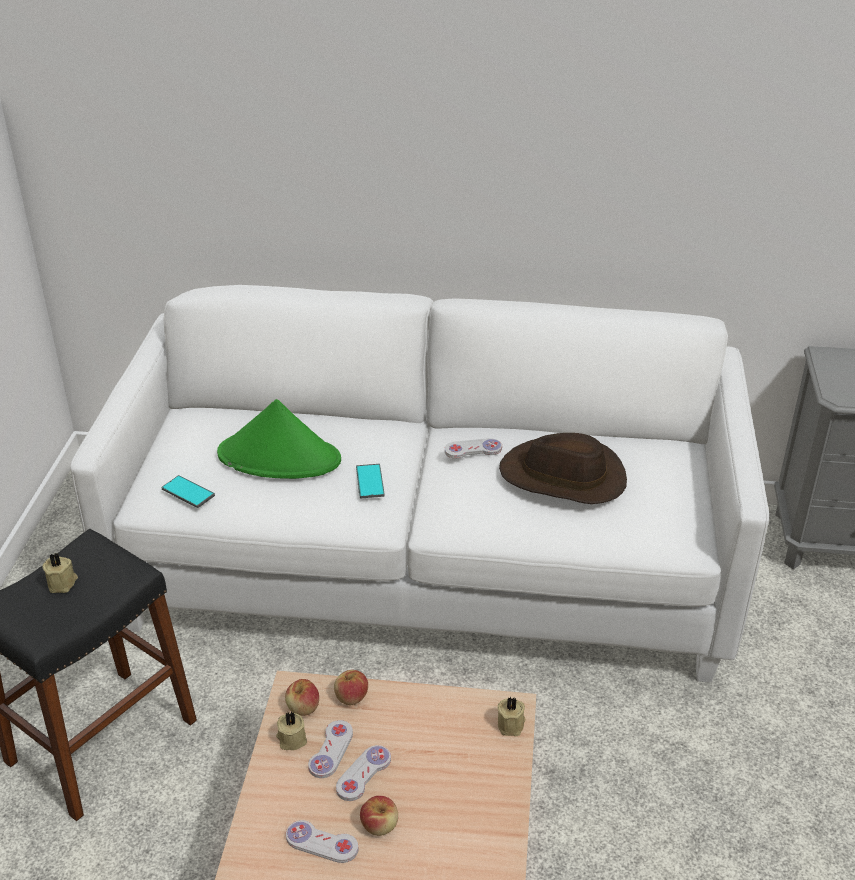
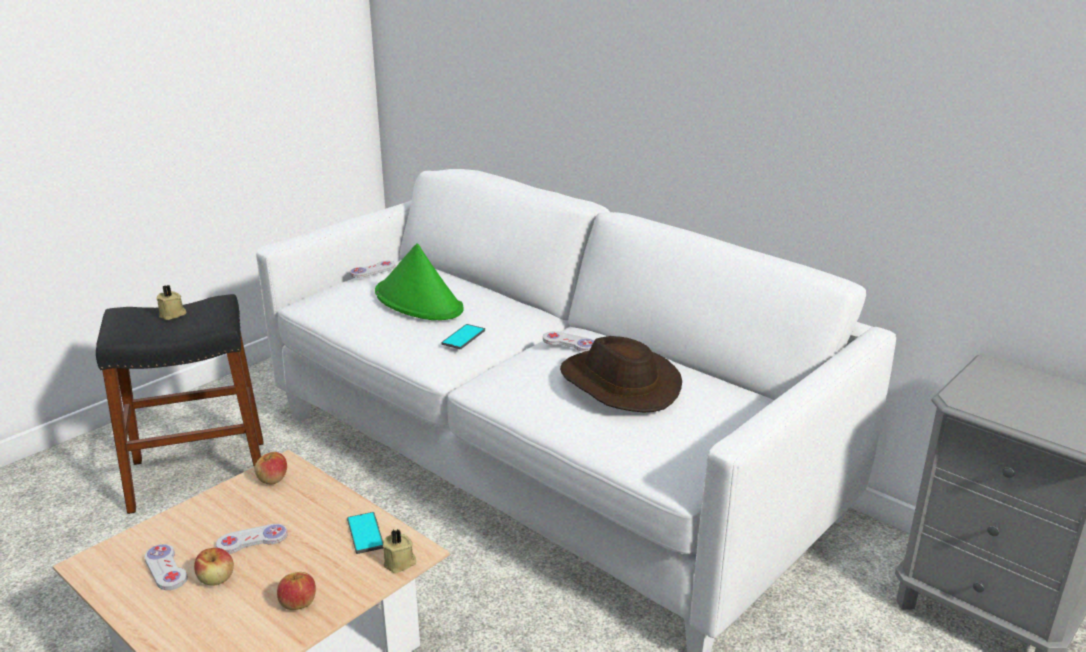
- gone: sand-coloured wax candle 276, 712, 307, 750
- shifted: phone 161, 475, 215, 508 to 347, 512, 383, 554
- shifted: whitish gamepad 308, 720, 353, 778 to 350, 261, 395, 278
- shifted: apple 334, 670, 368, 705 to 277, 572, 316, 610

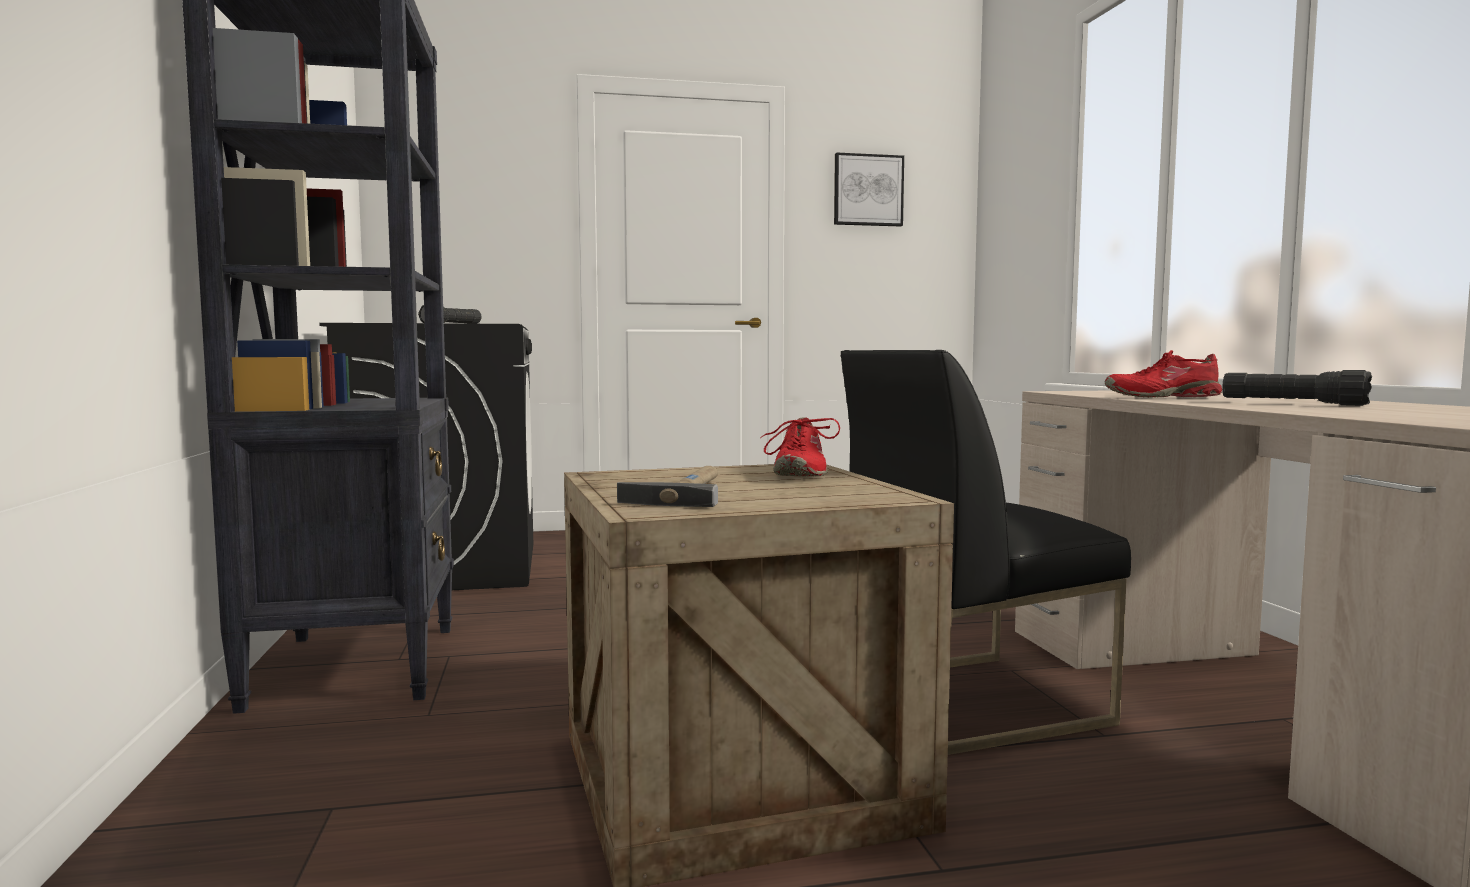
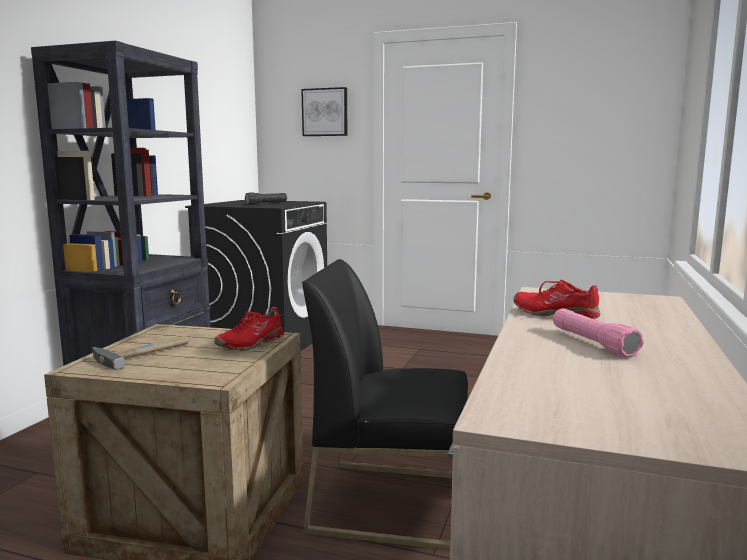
- shifted: picture 834, 153, 904, 226 to 301, 87, 348, 136
- repainted: blackish torch 1222, 370, 1372, 406 to pink-coloured torch 553, 308, 644, 357

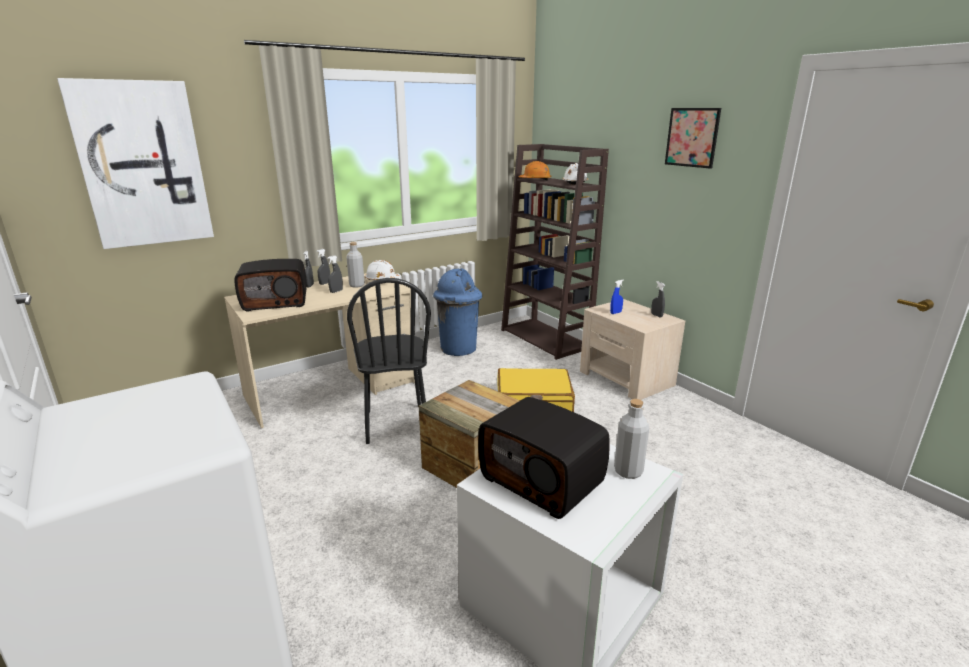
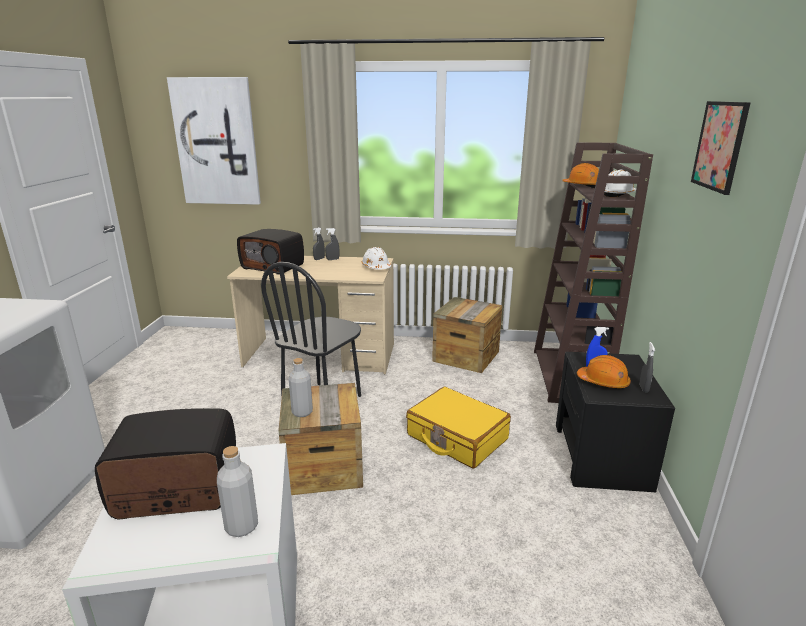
- gone: grey hand sprayer 327, 255, 343, 293
- new: orange-coloured work helmet 577, 355, 631, 389
- shifted: grey bottle 346, 242, 365, 288 to 289, 358, 313, 417
- swapped: blue-coloured trash can 433, 268, 482, 356 to shipping crate 432, 297, 503, 373
- repainted: sand-coloured bedside table 580, 299, 685, 400 to blackish bedside table 556, 352, 675, 492
- rotated: radio receiver 478, 397, 610, 519 = 95, 408, 236, 520 90 degrees clockwise

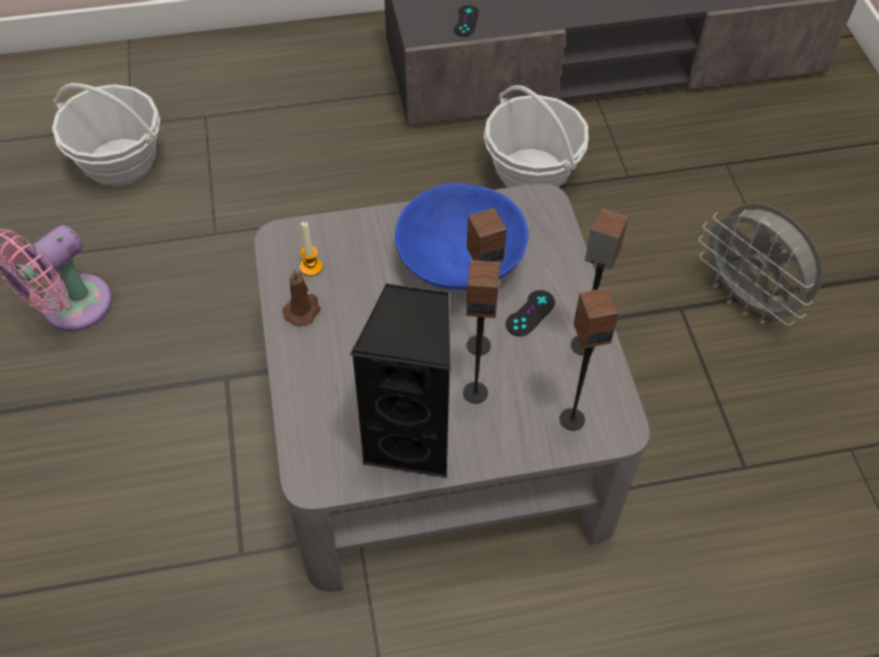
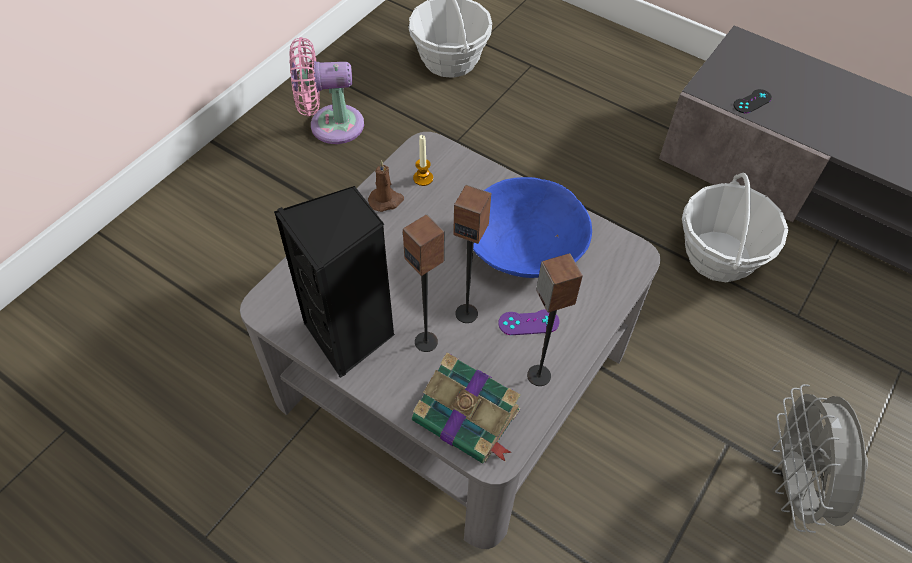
- swapped: loudspeaker 560, 288, 619, 431 to book 412, 352, 521, 463
- repainted: blackish gamepad 506, 290, 555, 336 to purplish gamepad 498, 309, 559, 335

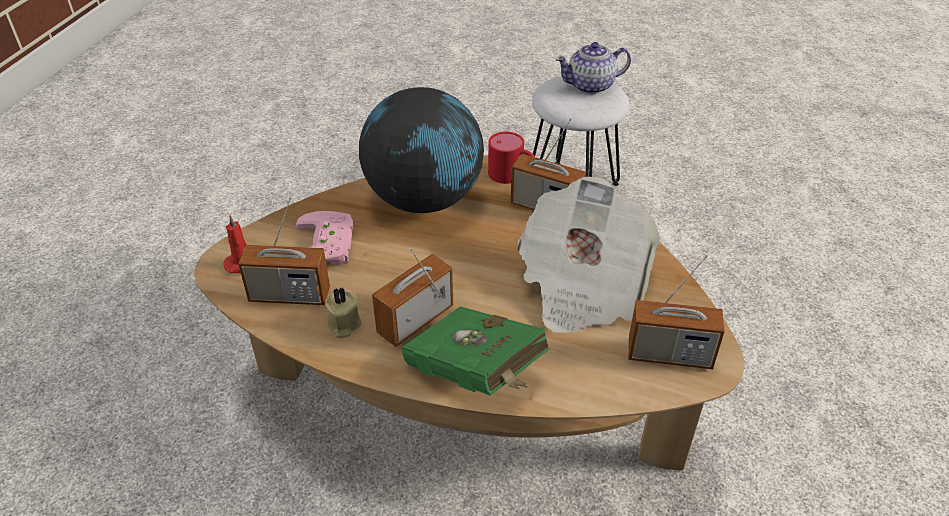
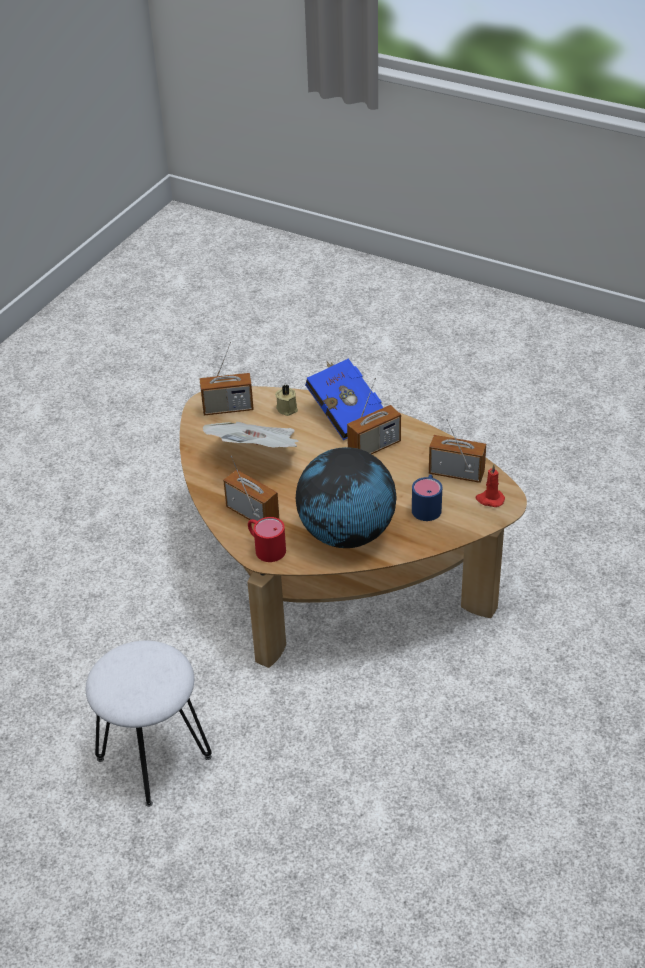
- gone: pot for tea 555, 42, 631, 94
- shifted: sand-coloured wax candle 325, 287, 362, 338 to 275, 385, 298, 416
- swapped: pink-coloured gamepad 296, 211, 353, 265 to blue-coloured tea mug 412, 474, 442, 521
- repainted: green book 402, 306, 550, 396 to blue-coloured book 305, 358, 383, 440
- rotated: radio receiver 628, 254, 725, 369 = 199, 342, 254, 416 150 degrees clockwise

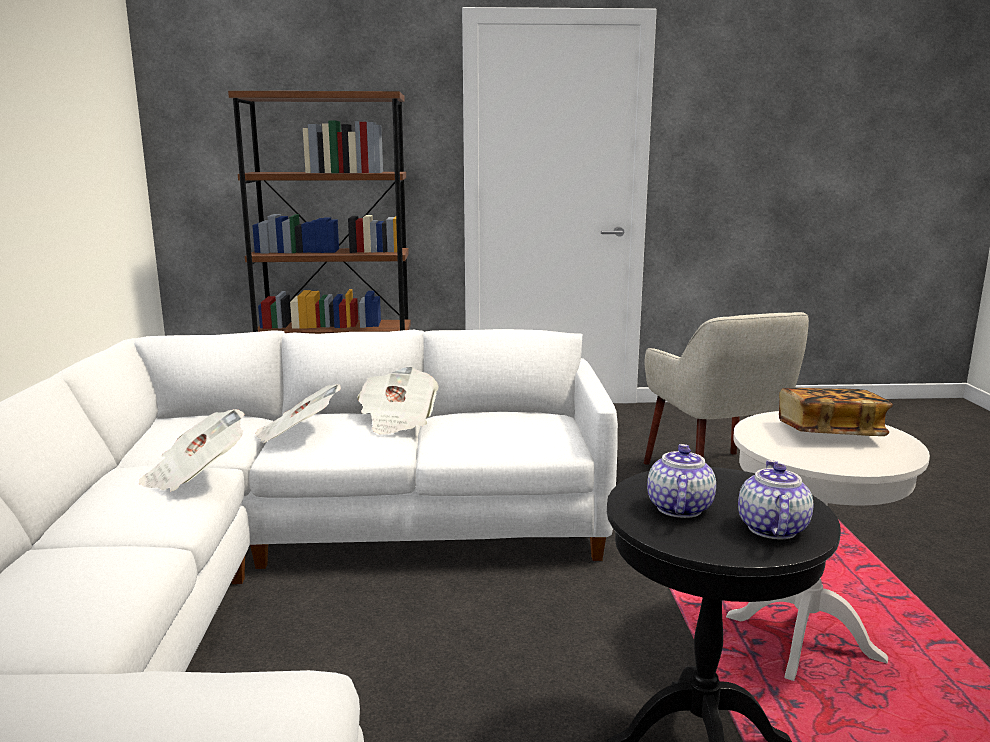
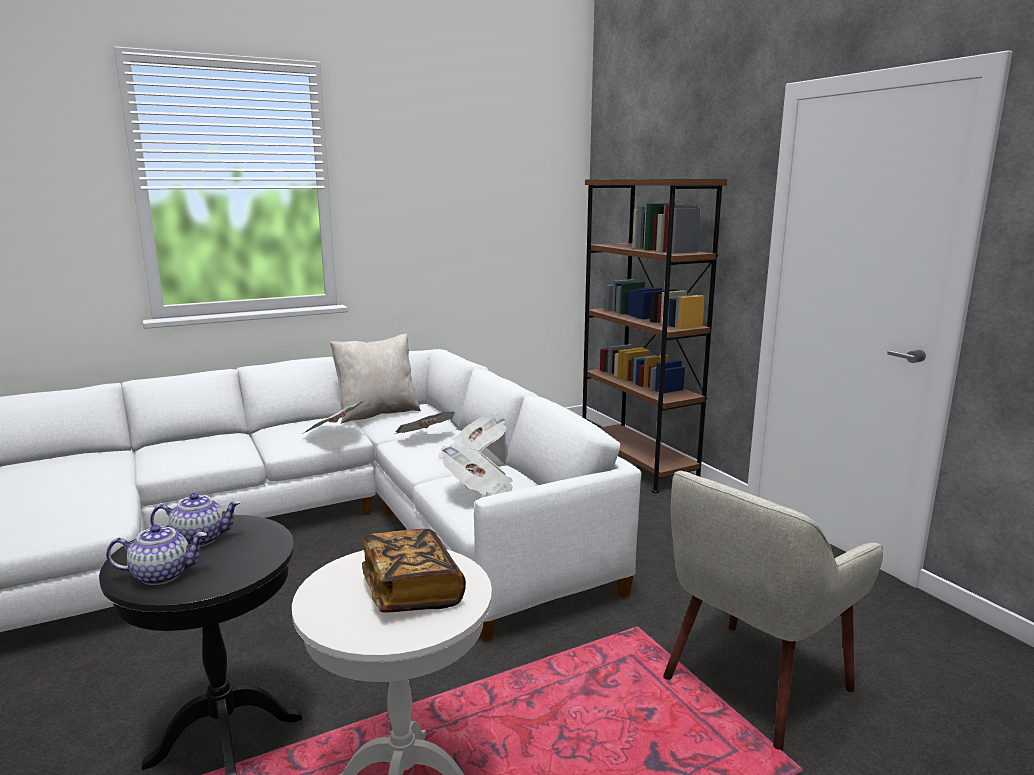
- new: sand-coloured pillow 330, 334, 421, 424
- new: printed paper 441, 446, 513, 495

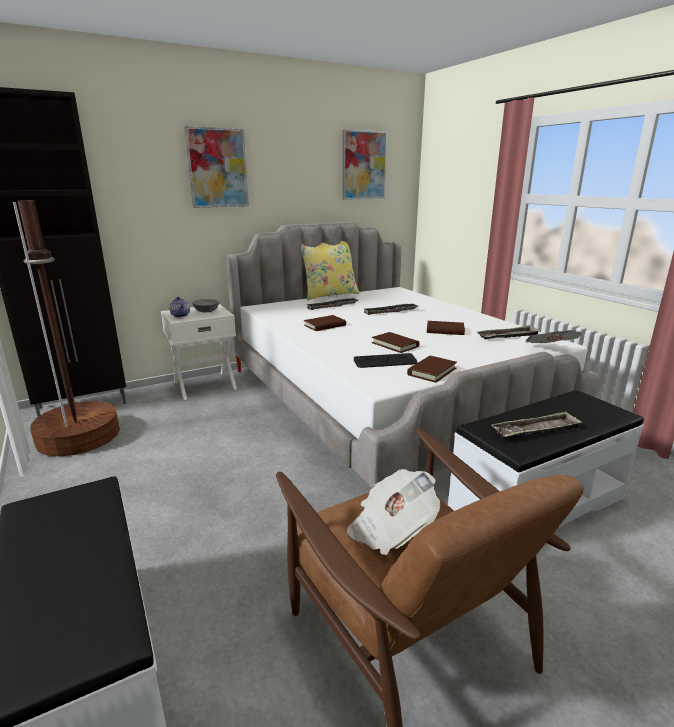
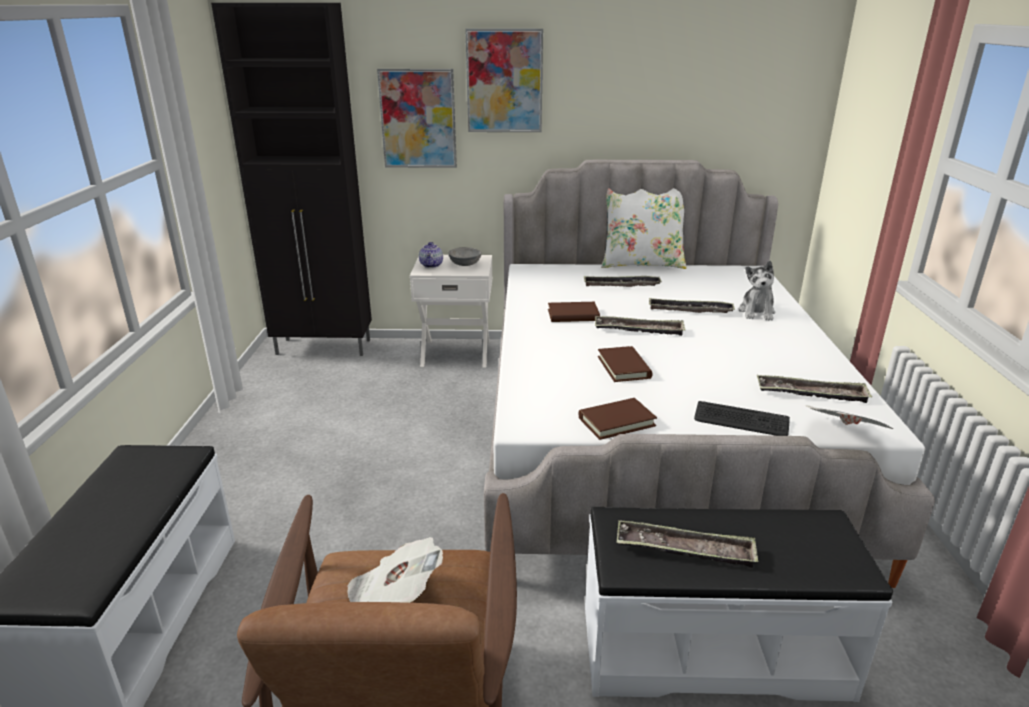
- gone: brown standard lamp 13, 200, 120, 457
- gone: brown book 427, 321, 465, 335
- new: tray 595, 316, 685, 336
- new: plush toy 739, 261, 776, 321
- shifted: picture 342, 129, 387, 200 to 377, 69, 457, 168
- shifted: PC keyboard 354, 353, 417, 368 to 694, 401, 790, 436
- repainted: yellow-coloured pillow 301, 241, 360, 300 to whitish pillow 601, 188, 687, 269

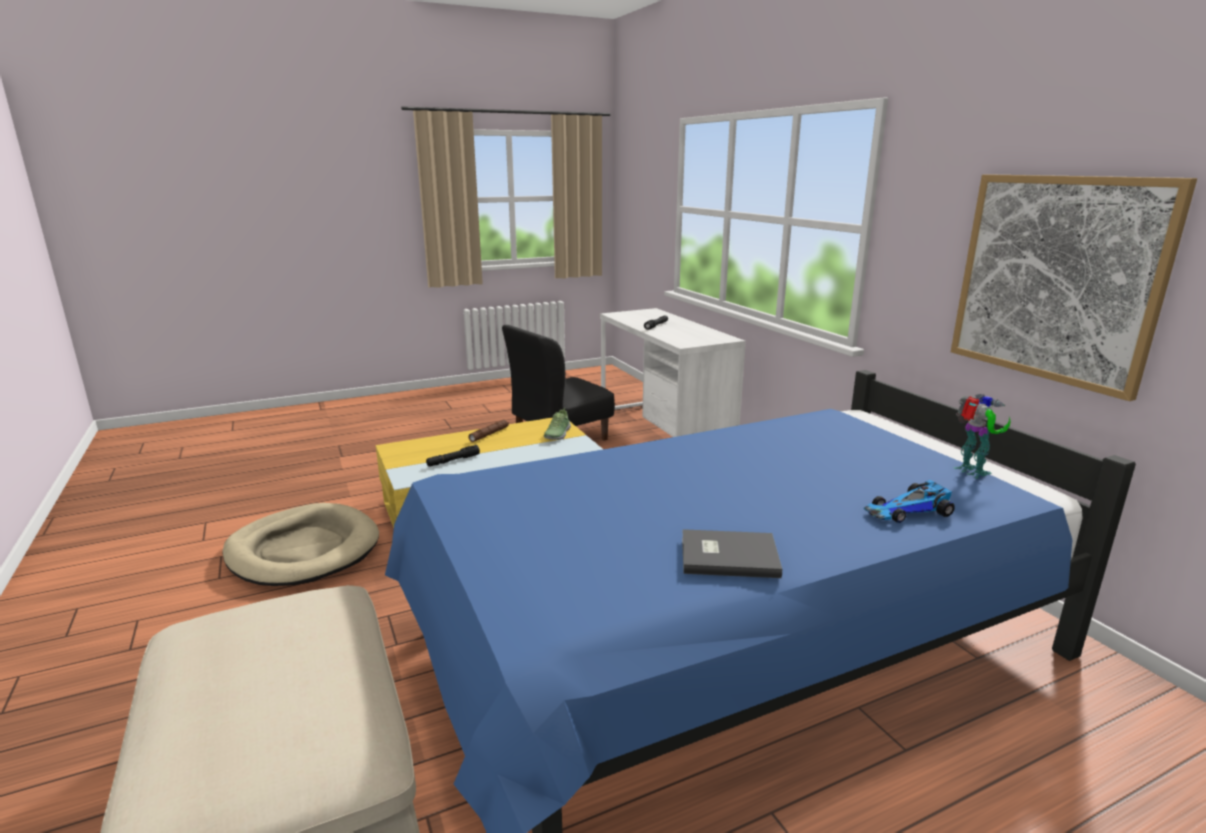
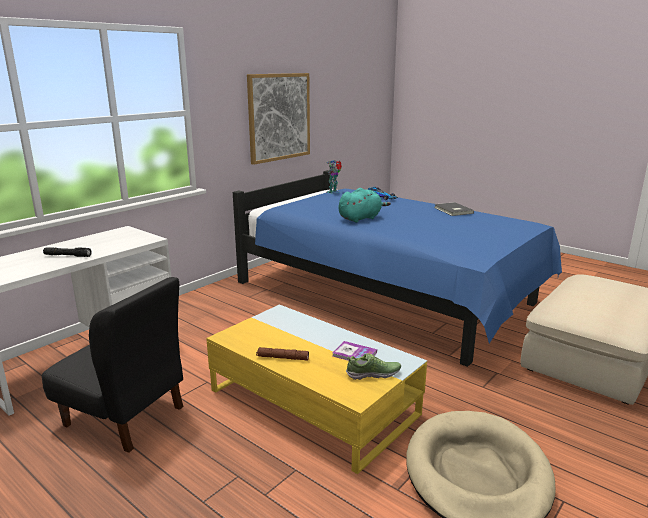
- new: turquoise-coloured plush toy 338, 188, 391, 223
- shifted: shoe 544, 408, 571, 440 to 346, 353, 401, 380
- swapped: blackish torch 426, 445, 480, 466 to book 332, 341, 377, 361

